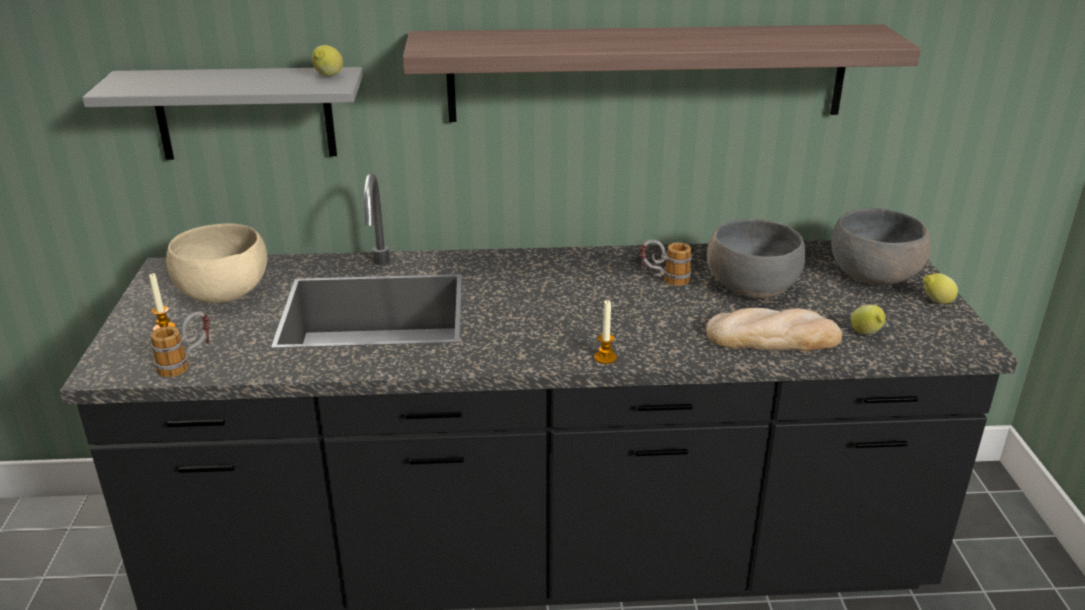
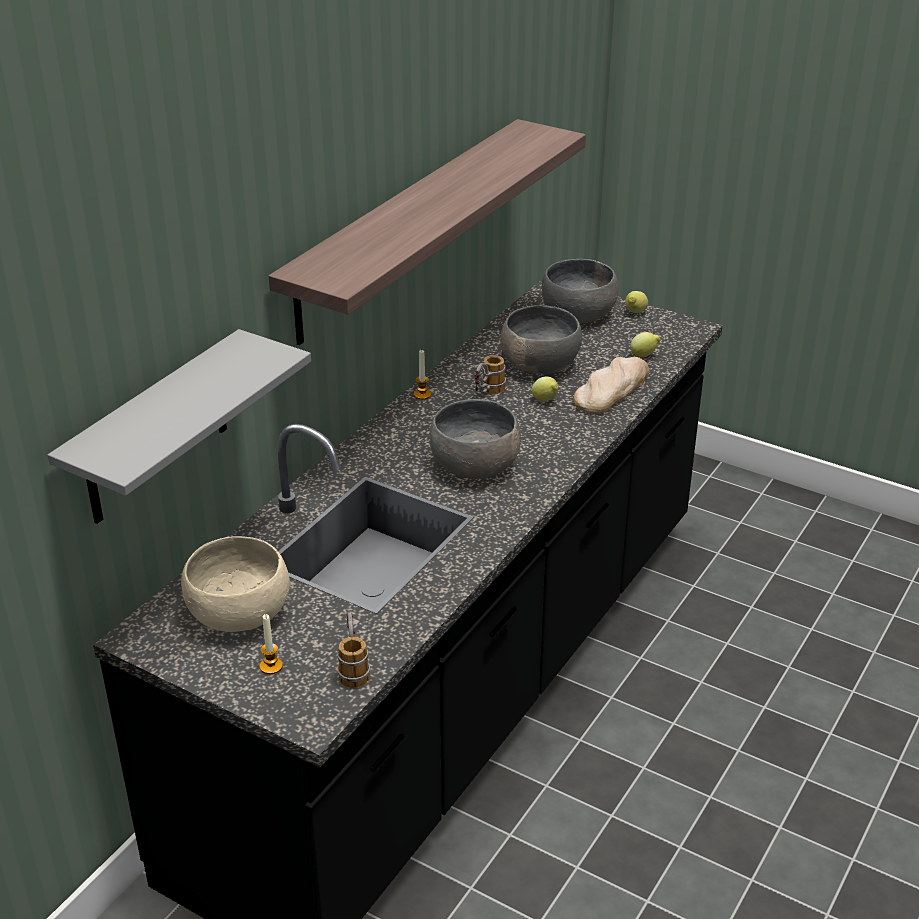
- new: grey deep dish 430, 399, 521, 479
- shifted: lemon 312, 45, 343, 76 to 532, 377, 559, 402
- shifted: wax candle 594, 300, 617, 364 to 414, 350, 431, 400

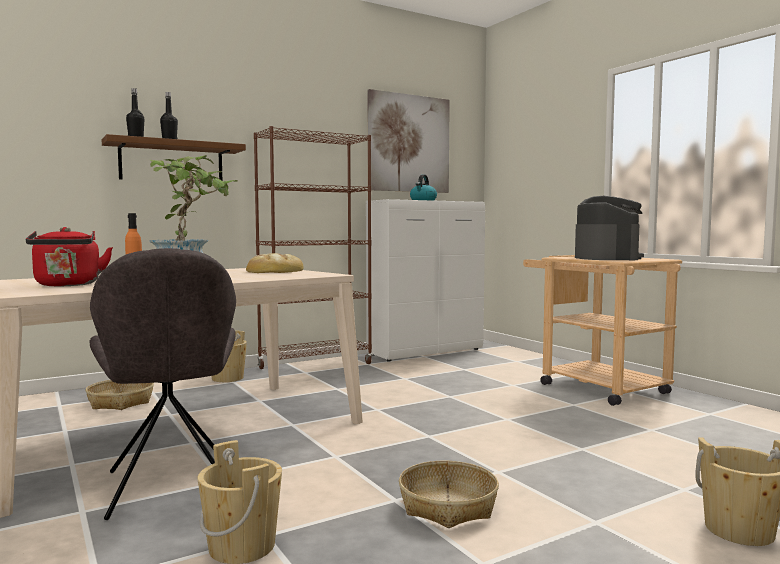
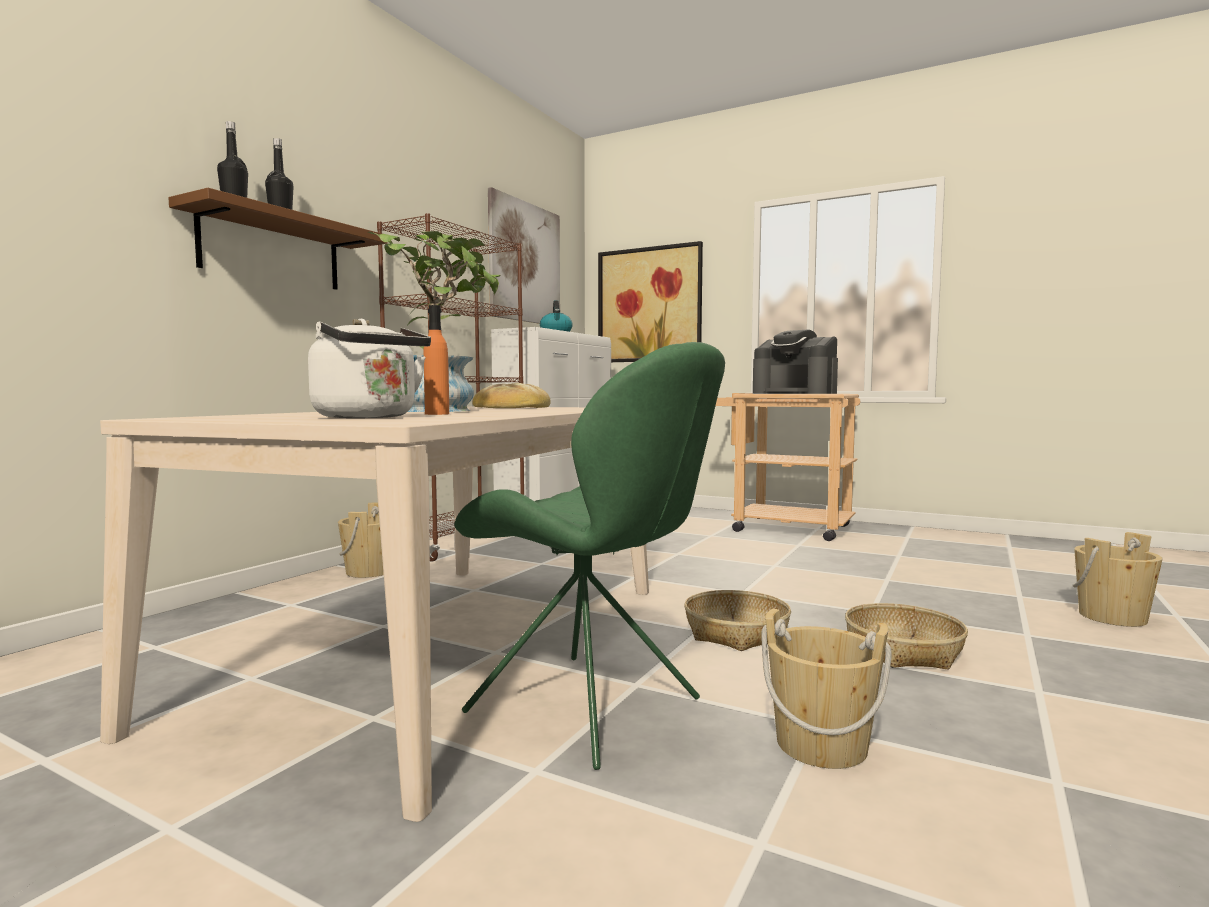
- new: picture 598, 241, 703, 362
- shifted: basket 86, 380, 154, 410 to 684, 590, 791, 651
- repainted: red kettle 26, 227, 113, 286 to whitish kettle 308, 319, 431, 418
- repainted: grey upright chair 89, 248, 236, 520 to green upright chair 454, 342, 725, 770
- rotated: coffee brewer 575, 196, 644, 260 = 753, 329, 838, 394 150 degrees clockwise

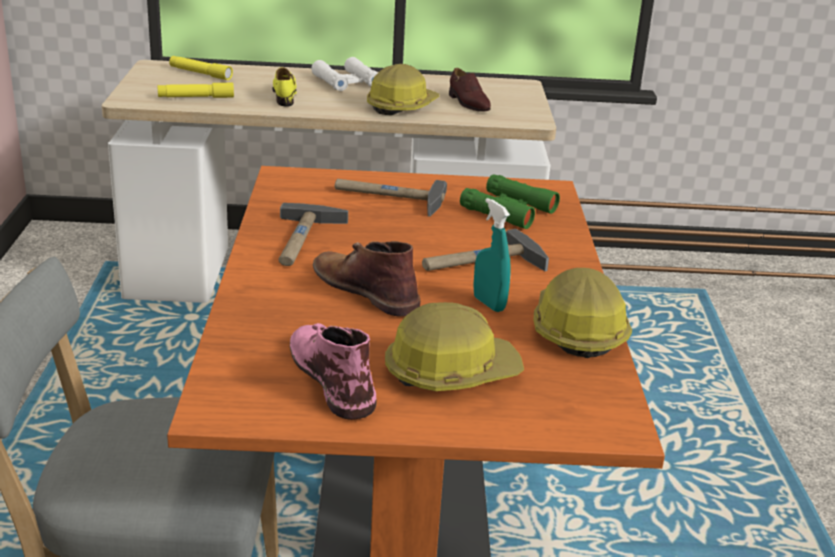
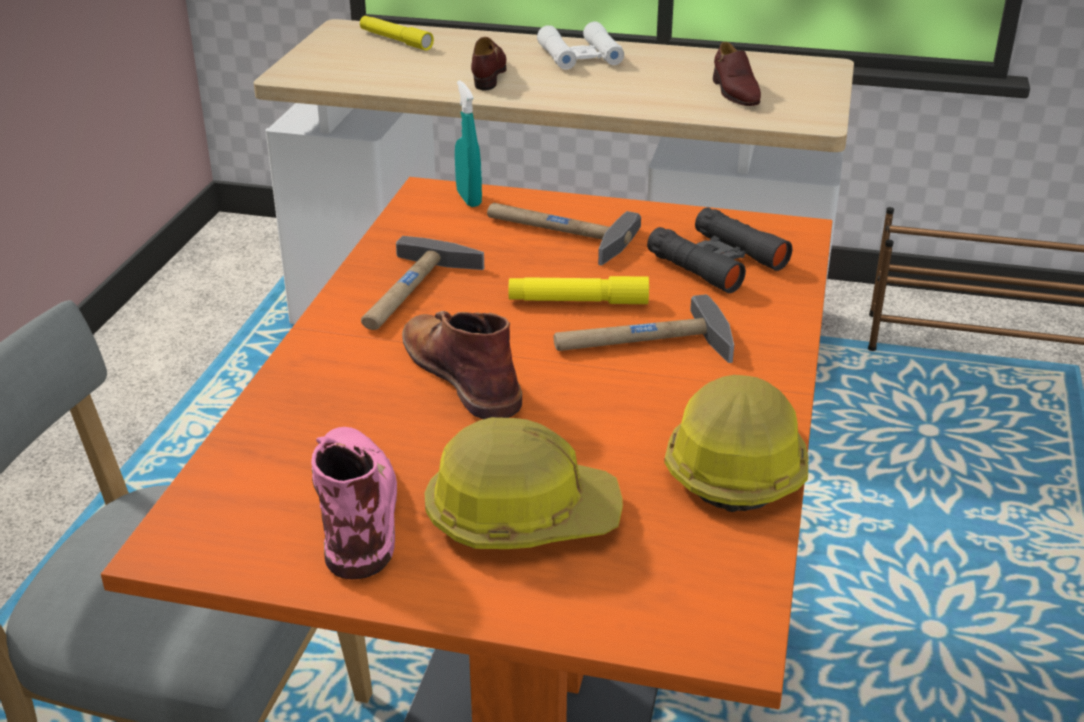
- gone: work helmet 367, 64, 439, 115
- shifted: yellow-coloured torch 158, 83, 234, 98 to 508, 276, 649, 304
- shifted: turquoise-coloured hand sprayer 473, 198, 511, 312 to 455, 80, 482, 207
- repainted: yellow-coloured shoe 272, 67, 297, 107 to brown shoe 471, 37, 507, 90
- repainted: green pair of binoculars 460, 174, 560, 229 to blackish pair of binoculars 647, 208, 793, 293

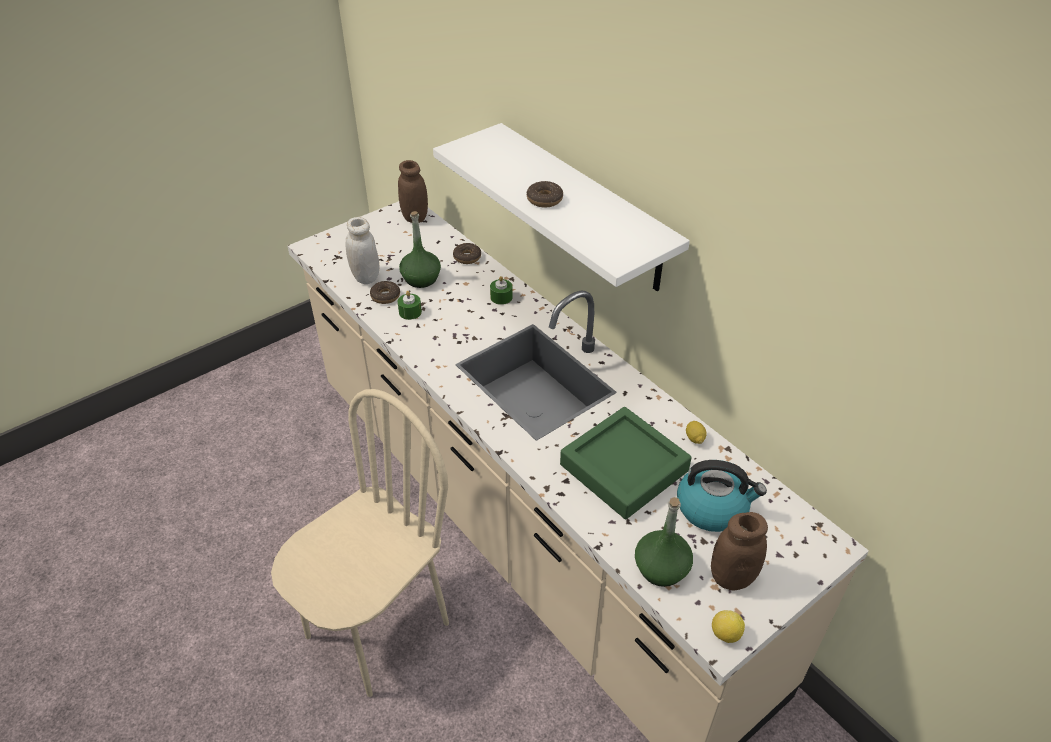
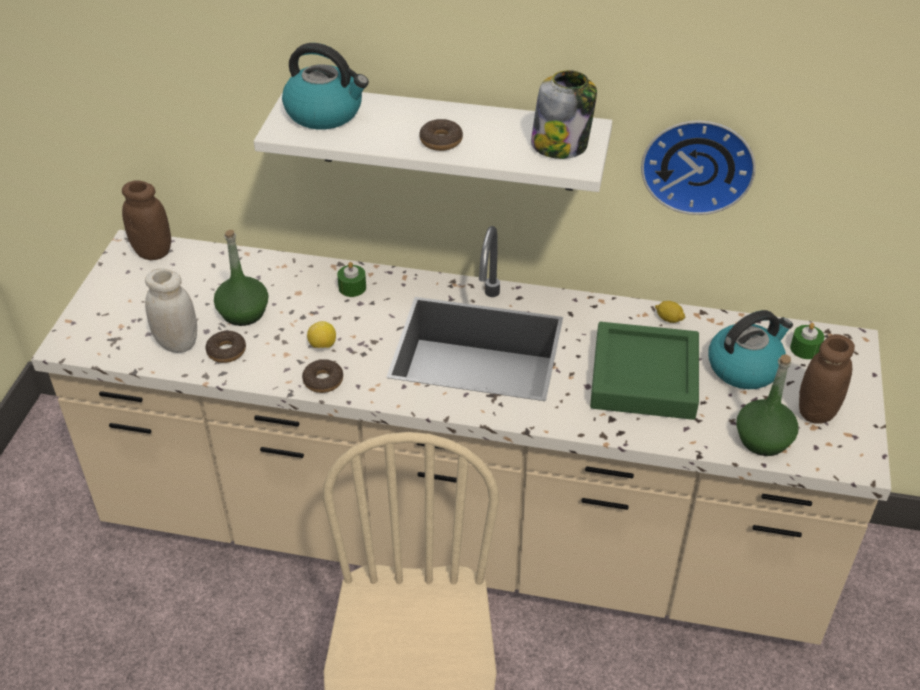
- new: kettle 282, 43, 369, 130
- new: storage jar 531, 70, 597, 159
- new: hanging clock 641, 121, 756, 215
- shifted: green wax candle 398, 291, 422, 320 to 790, 323, 824, 359
- shifted: ring doughnut 453, 243, 481, 264 to 302, 359, 343, 393
- shifted: lemon 712, 610, 745, 643 to 307, 321, 336, 348

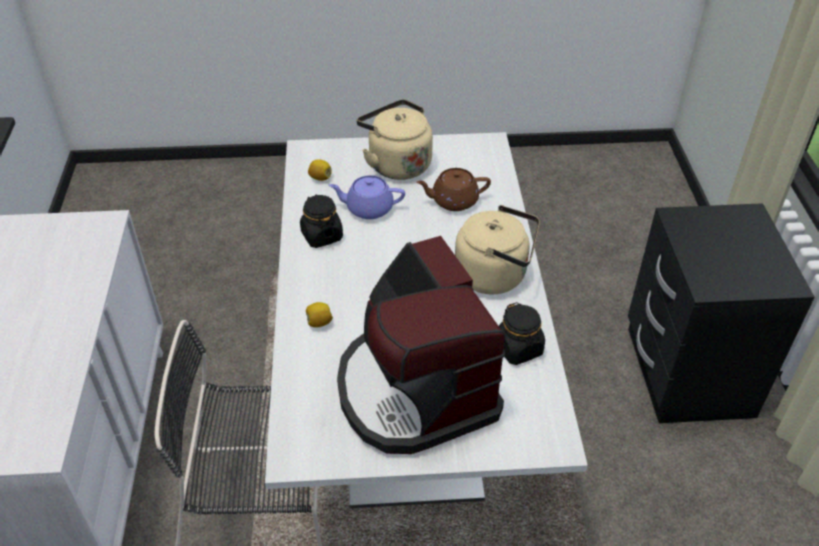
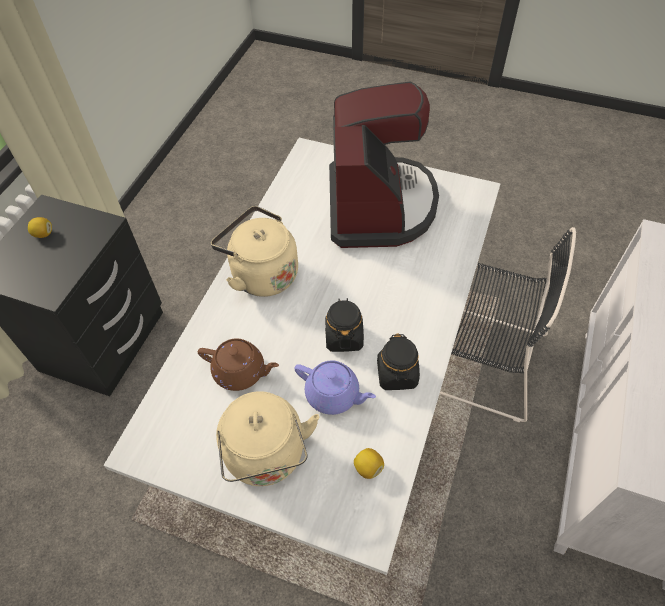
- shifted: lemon 306, 302, 333, 328 to 28, 217, 52, 238
- shifted: blackish storage jar 499, 302, 545, 365 to 325, 298, 364, 352

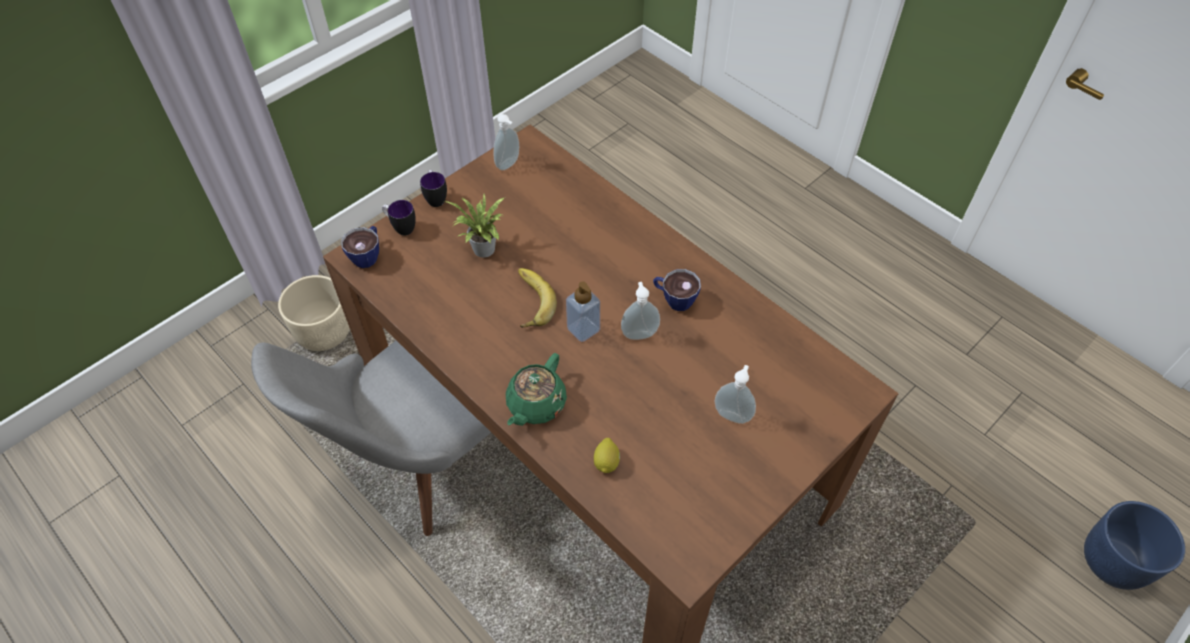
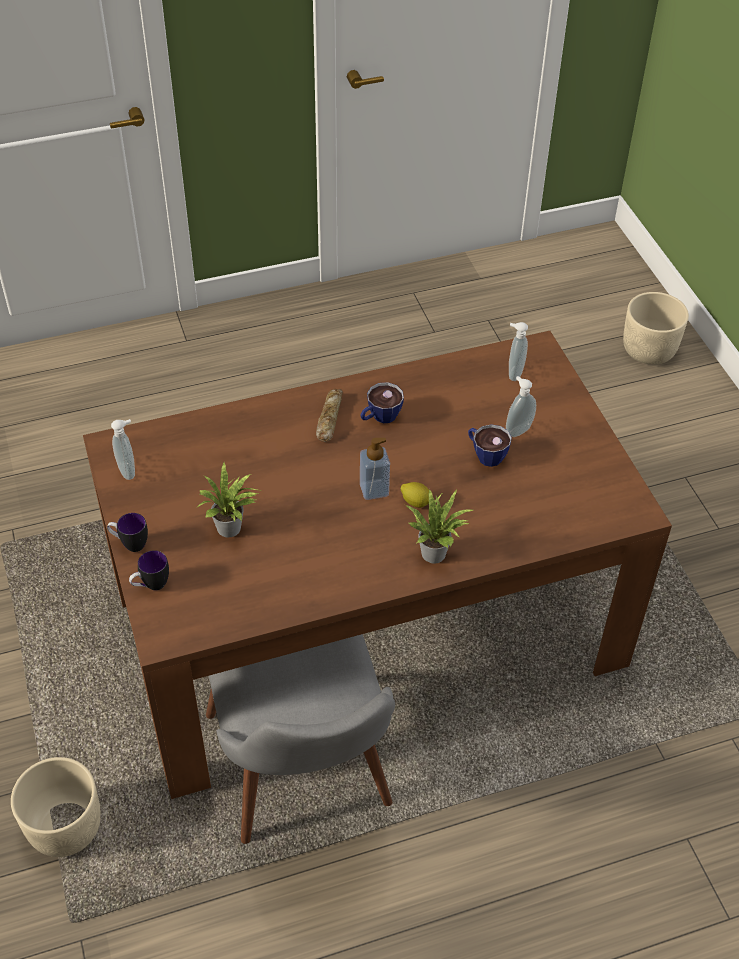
- gone: whole banana 518, 268, 557, 328
- new: baked bread 316, 389, 343, 442
- shifted: small cup 341, 226, 379, 268 to 468, 424, 512, 467
- shifted: lemon 594, 438, 620, 473 to 401, 482, 429, 508
- shifted: soap dispenser 621, 282, 660, 340 to 509, 322, 528, 381
- swapped: green pot for tea 506, 353, 567, 426 to houseplant 405, 489, 473, 564
- repainted: blue-coloured planter 1084, 501, 1185, 590 to sand-coloured planter 623, 292, 689, 365

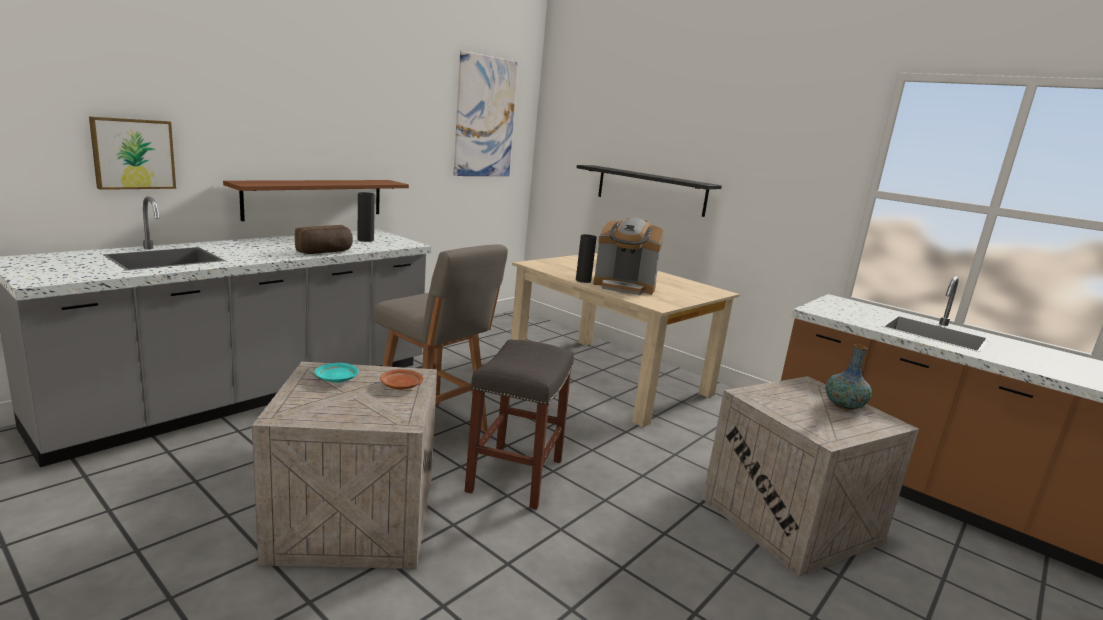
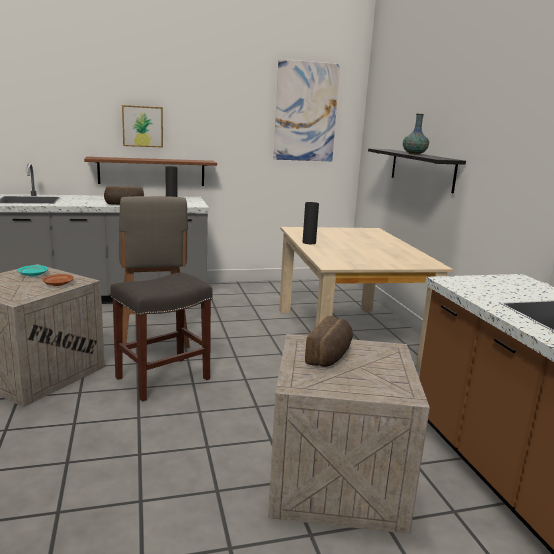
- gone: coffee brewer 593, 218, 664, 295
- new: baked bread 305, 316, 353, 367
- shifted: picture 89, 117, 176, 190 to 122, 105, 163, 147
- shifted: flower vase 826, 344, 872, 410 to 403, 114, 429, 155

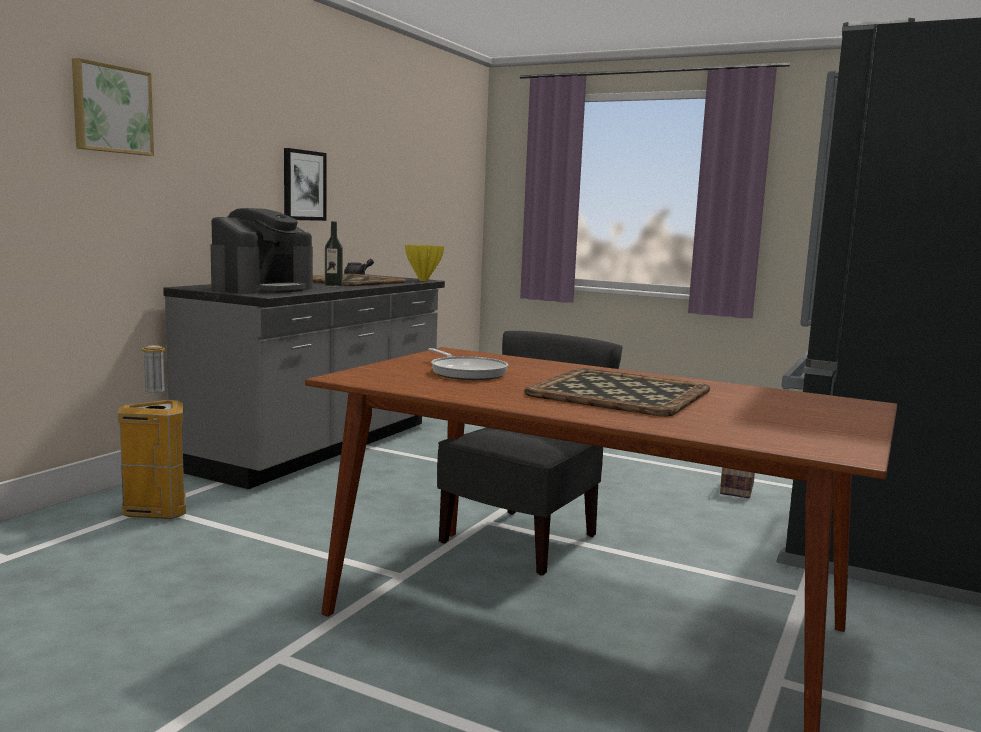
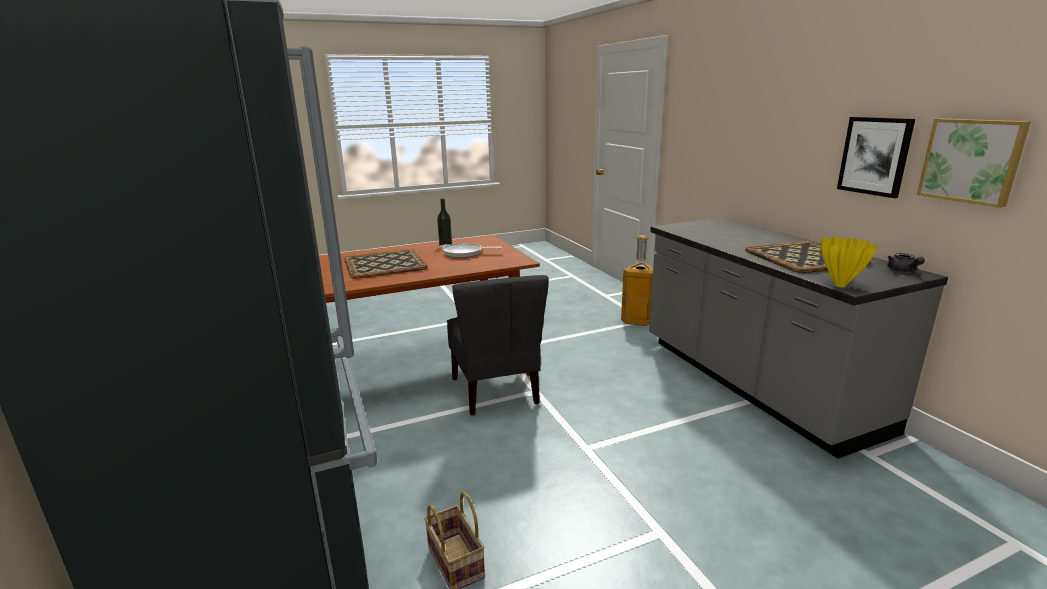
- gone: coffee brewer 210, 208, 313, 294
- shifted: picture 72, 58, 154, 156 to 917, 119, 1031, 208
- shifted: bottle 325, 221, 343, 288 to 437, 198, 452, 248

